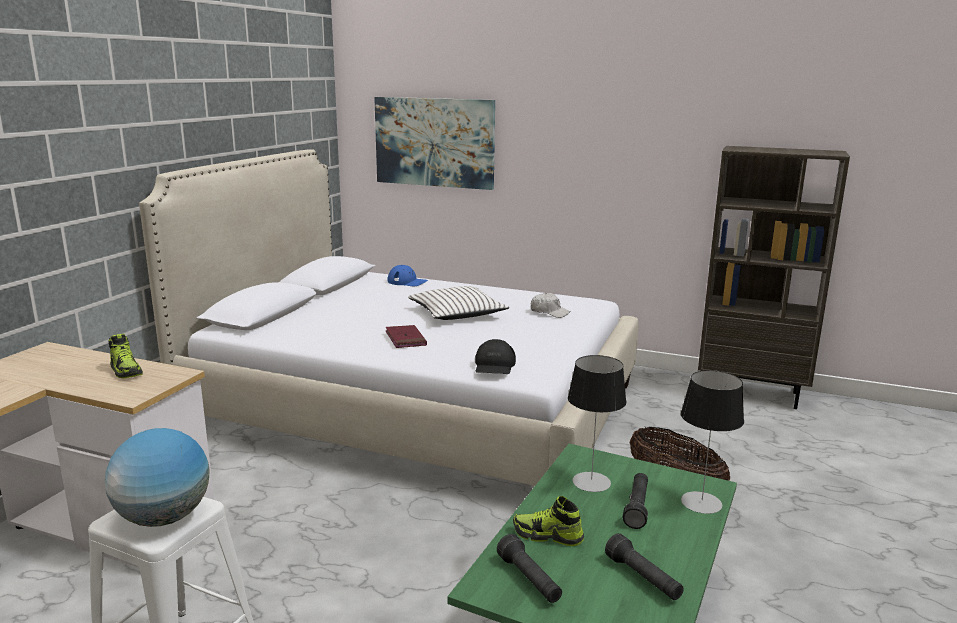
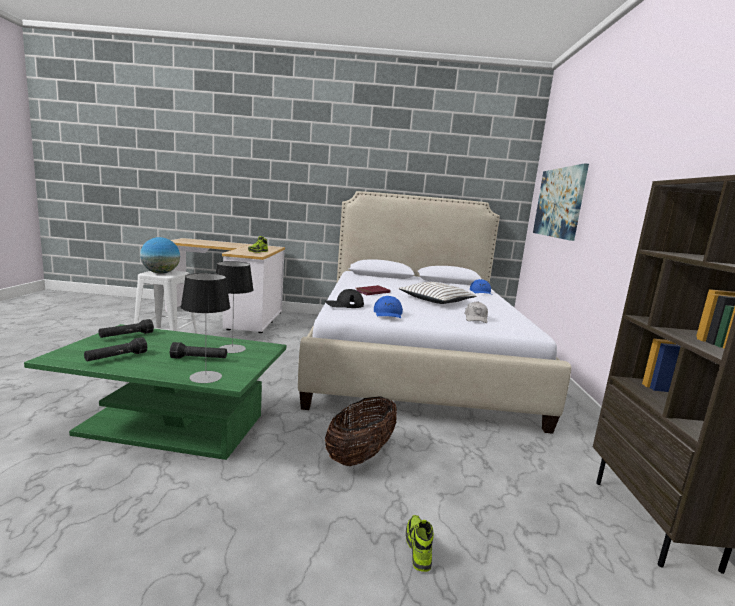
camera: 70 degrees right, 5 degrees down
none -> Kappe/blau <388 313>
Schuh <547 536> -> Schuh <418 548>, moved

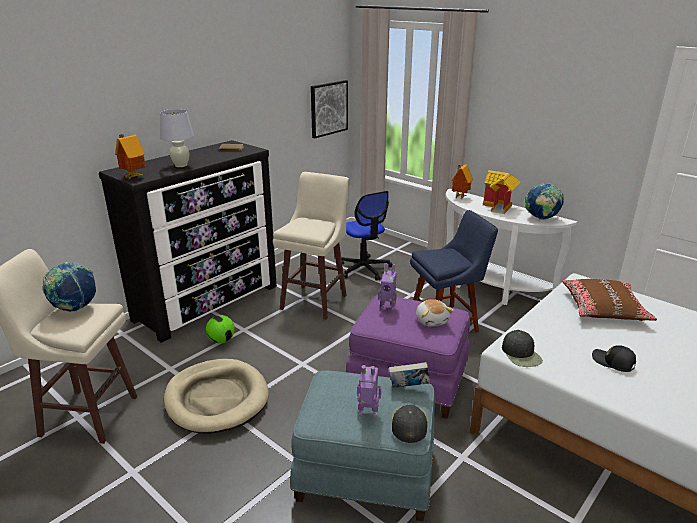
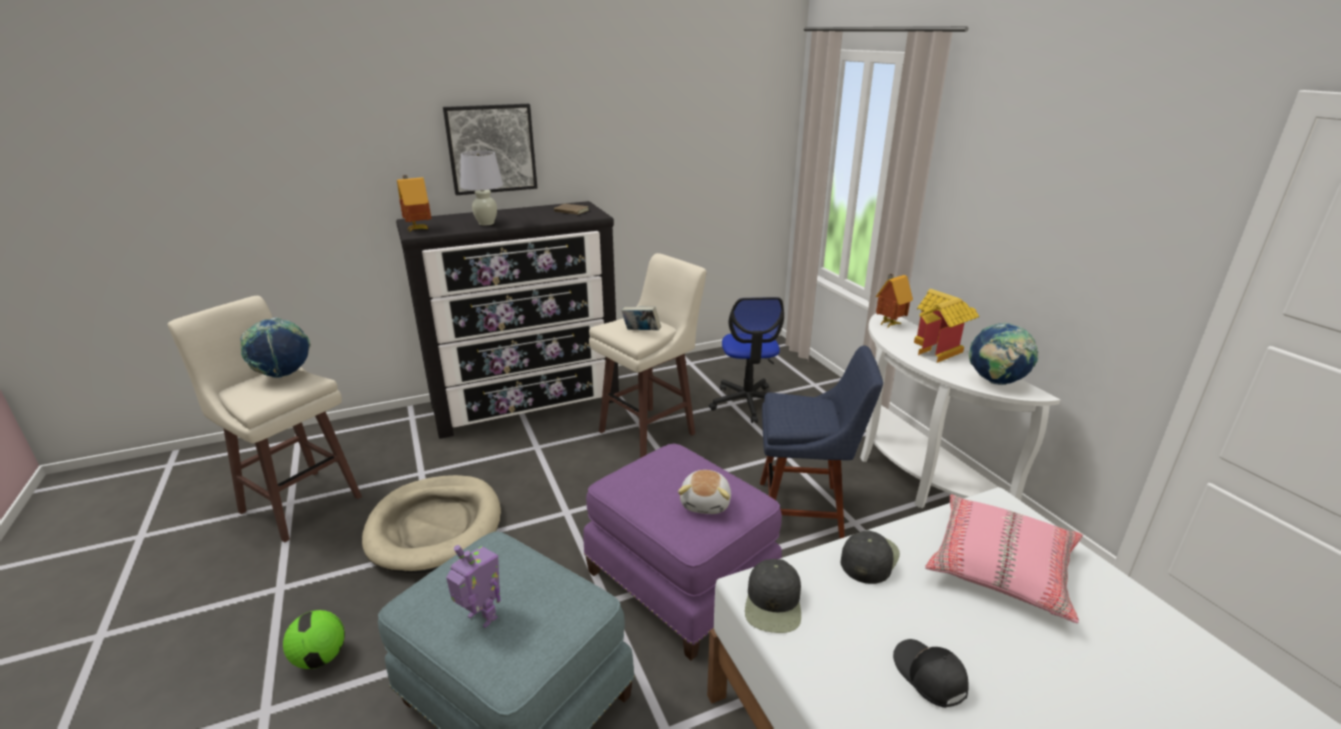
camera: 25 degrees right, 0 degrees up
Fußball <221 340> -> Fußball <320 657>, moved
Bild <328 108> -> Bild <491 149>, moved
Buch <408 387> -> Buch <641 332>, moved
Kappe/schwarz <409 423> -> Kappe/schwarz <868 558>, moved
Kissen/braun <604 308> -> Kissen/rosa <1001 567>
Spielzeugroboter <388 307> -> none

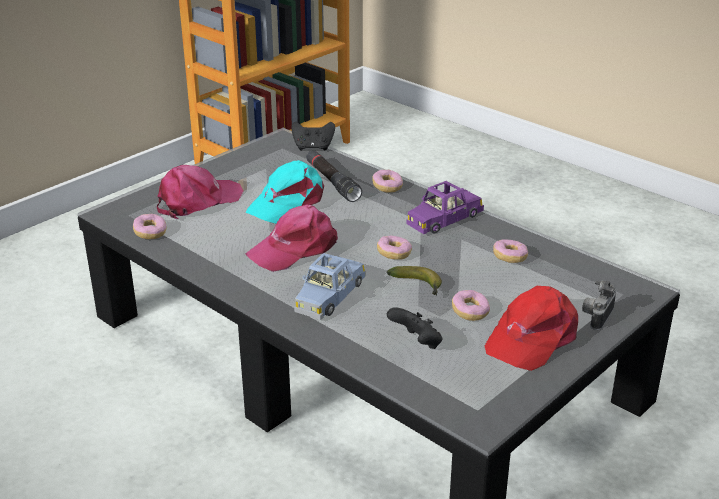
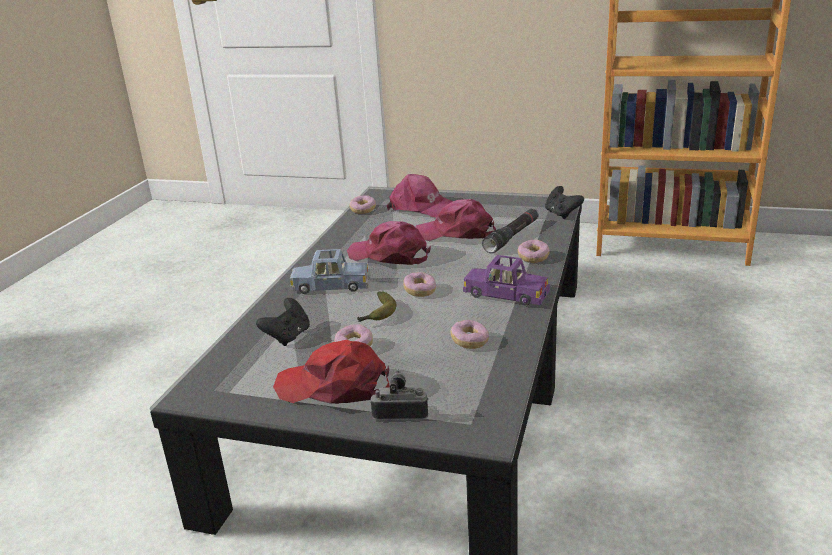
camera: 65 degrees right, 5 degrees down
Kappe/türkis <288 203> -> Kappe/rosa <456 233>

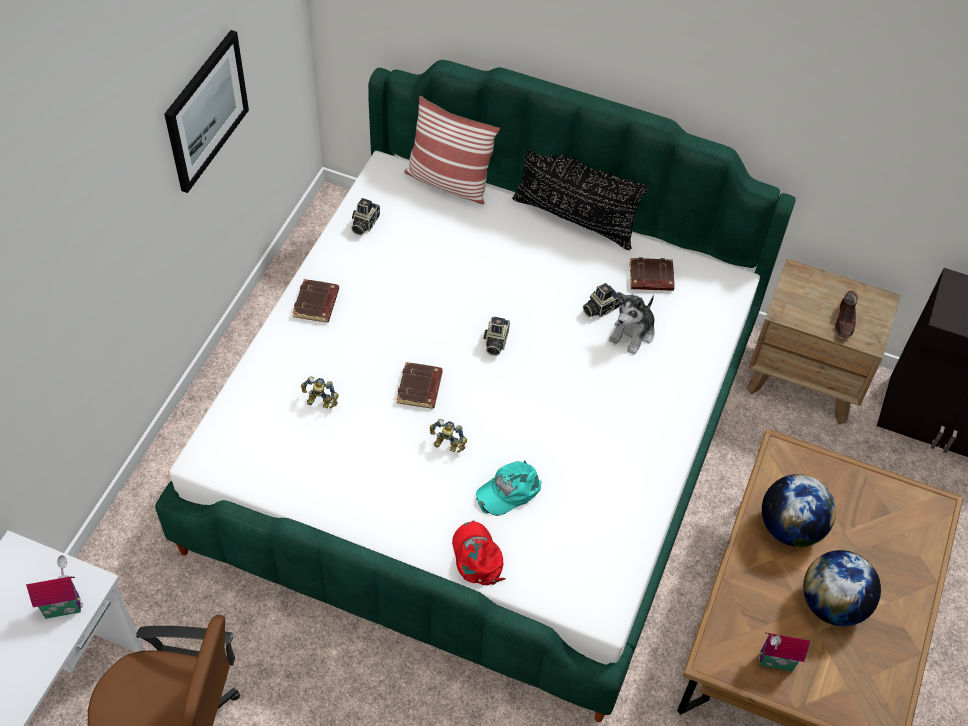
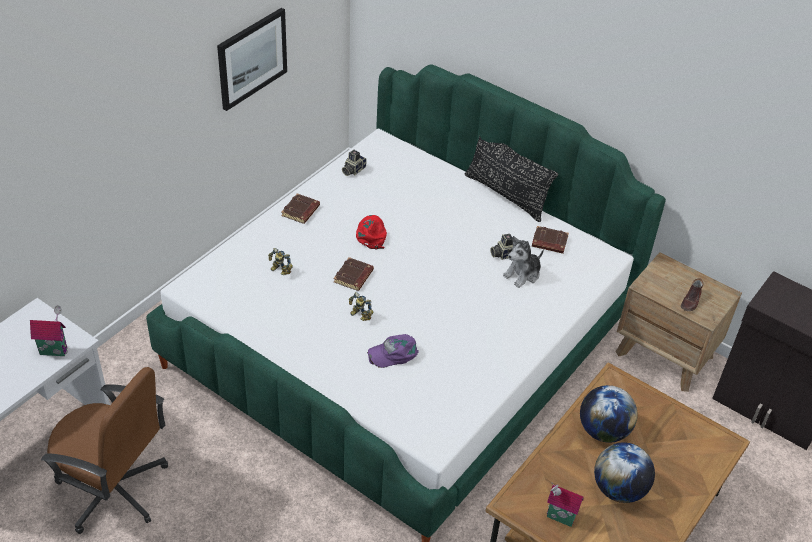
camera: 15 degrees right, 10 degrees down
Kappe/rot <477 556> -> Kappe/rot <371 234>, moved
Kappe/türkis <509 490> -> Kappe/lila <394 353>
Kissen <448 182> -> none
Kamera <495 342> -> none

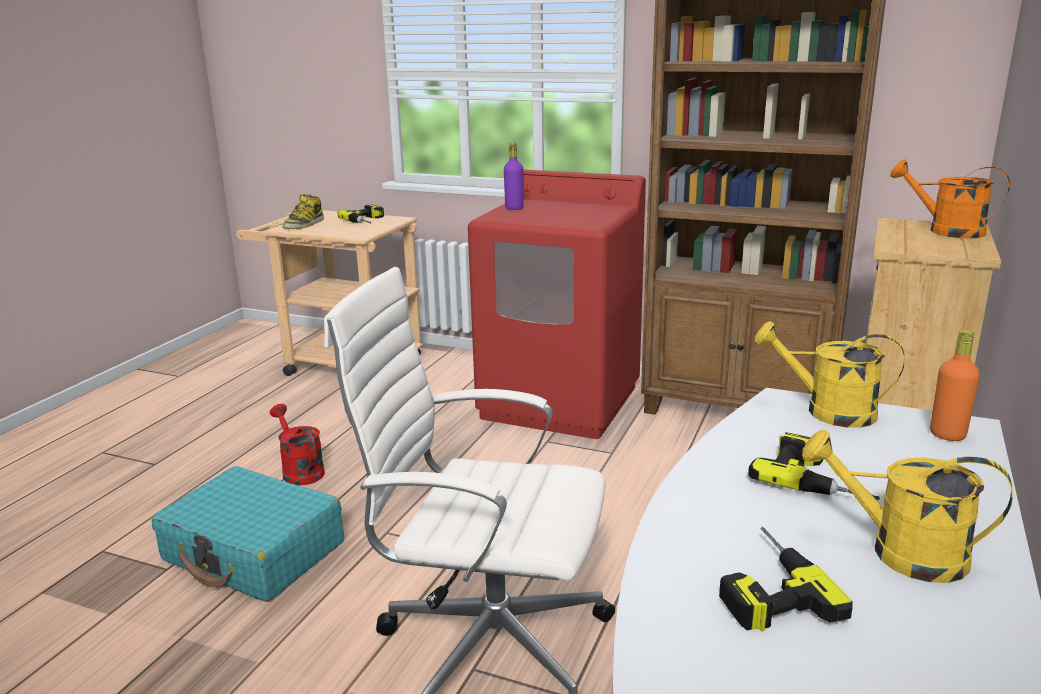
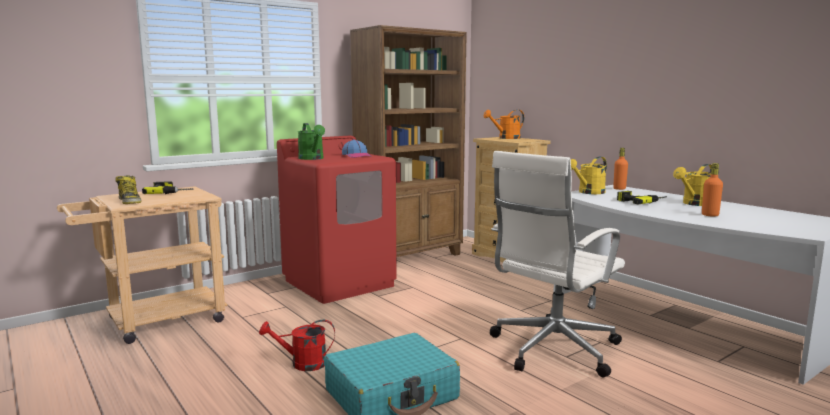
camera: 60 degrees left, 10 degrees down
Flasche/lila <514 208> -> Gießkanne/grün <312 158>
none -> Kappe <357 156>
Bohrmaschine <764 586> -> Flasche/orange <710 215>

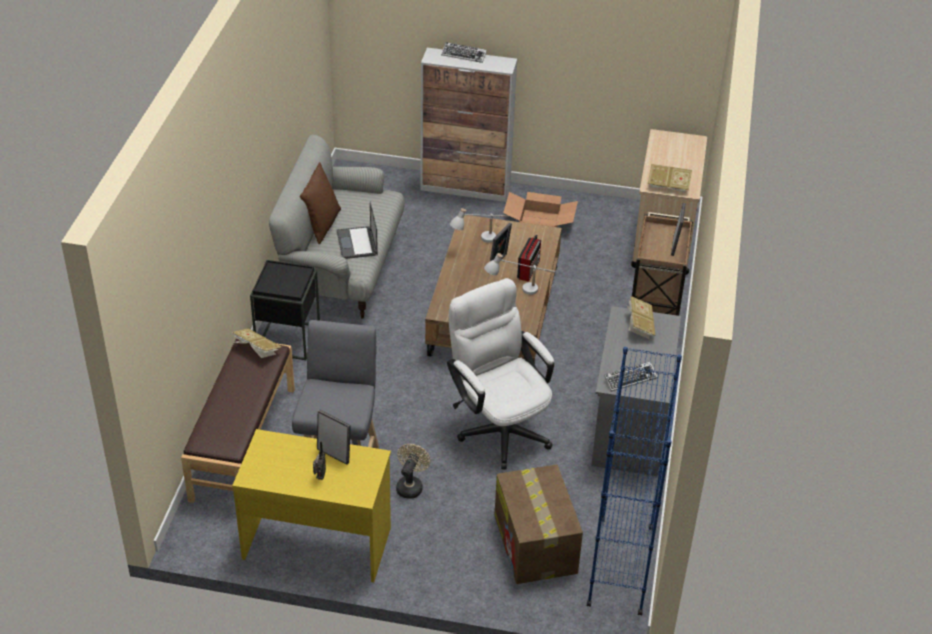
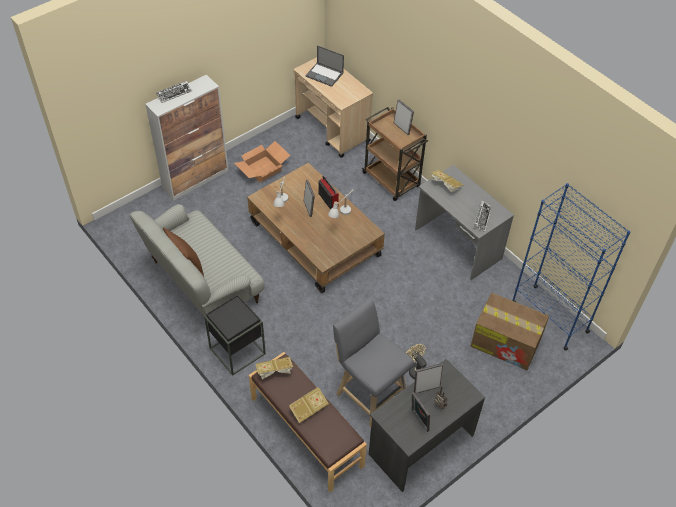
camera: 50 degrees left, 10 degrees up
Buch <668 186> -> Buch <308 409>, moved
Laptop <357 243> -> Laptop <325 74>, moved
Schreibtisch/gelb <317 542> -> Schreibtisch/grau <420 444>
none -> Bilderrahmen <418 421>
Bürostuhl/weiß <499 426> -> none

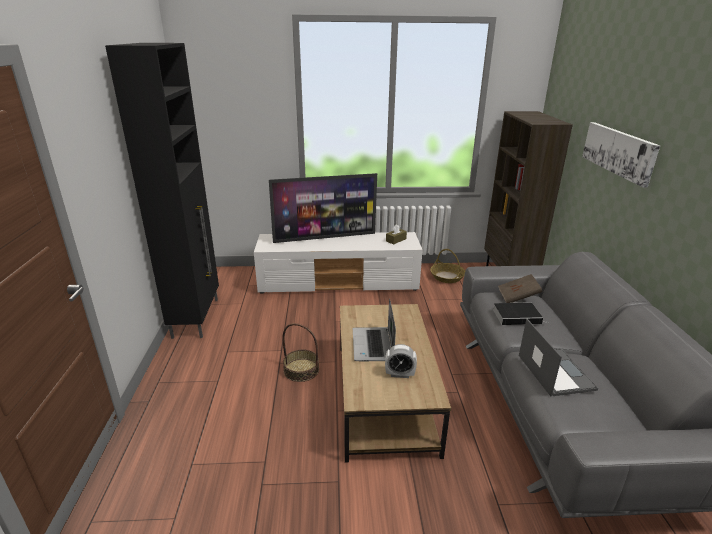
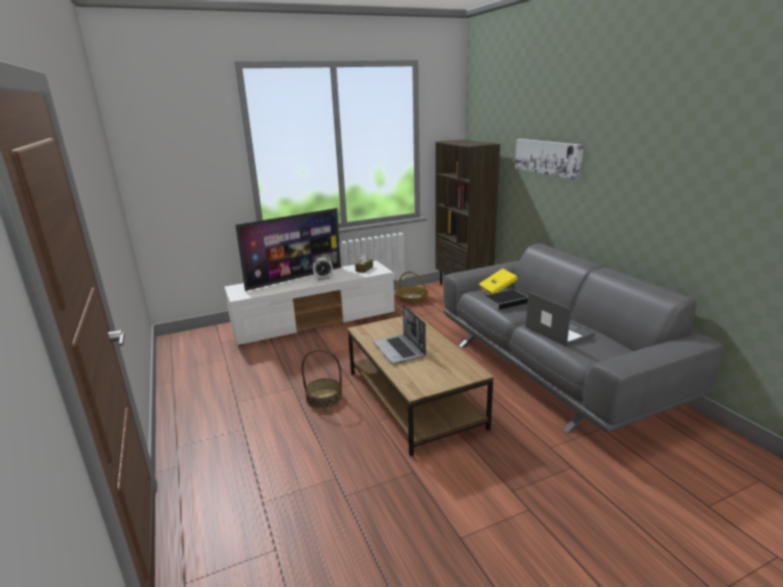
camera: 20 degrees left, 5 degrees down
Wecker <400 374> -> Wecker <323 278>, moved
Buch/braun <518 297> -> Buch/gelb <497 289>
Schrank/schwarz <197 317> -> none

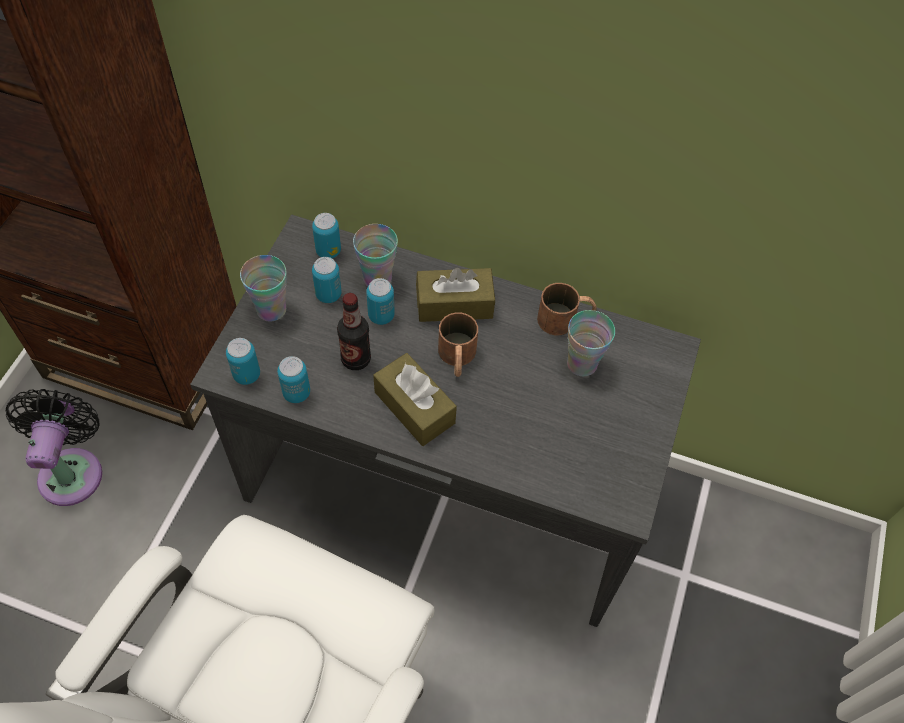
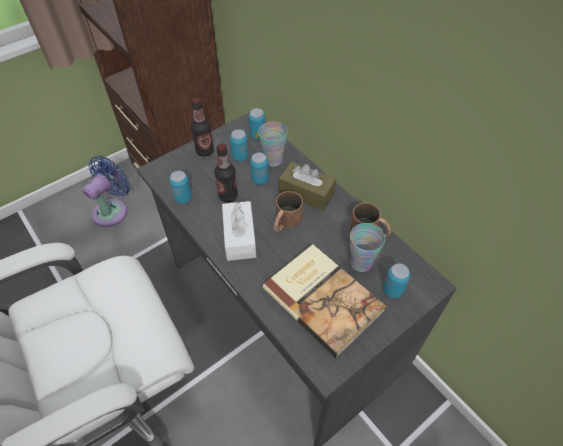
camera: 35 degrees right, 5 degrees down
Ventilator/schwarz <72 470> -> Ventilator/blau <113 210>
Tasse <271 309> -> Flasche <205 151>
Taschentuchbox/braun <414 407> -> Taschentuchbox/weiß <239 237>
none -> Buch <323 297>
Dose <247 375> -> Dose <392 290>, moved

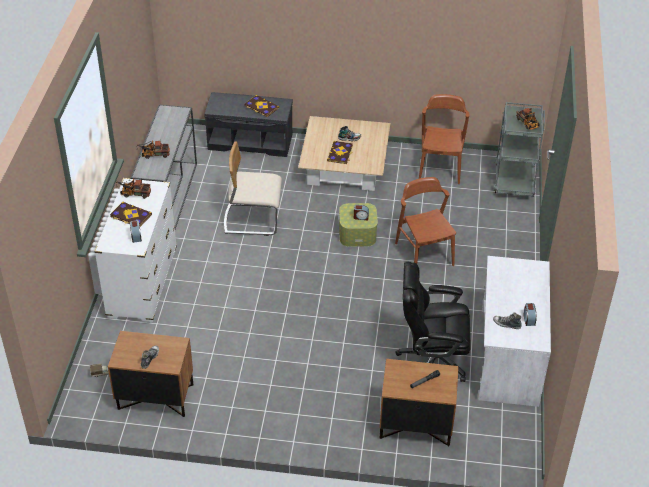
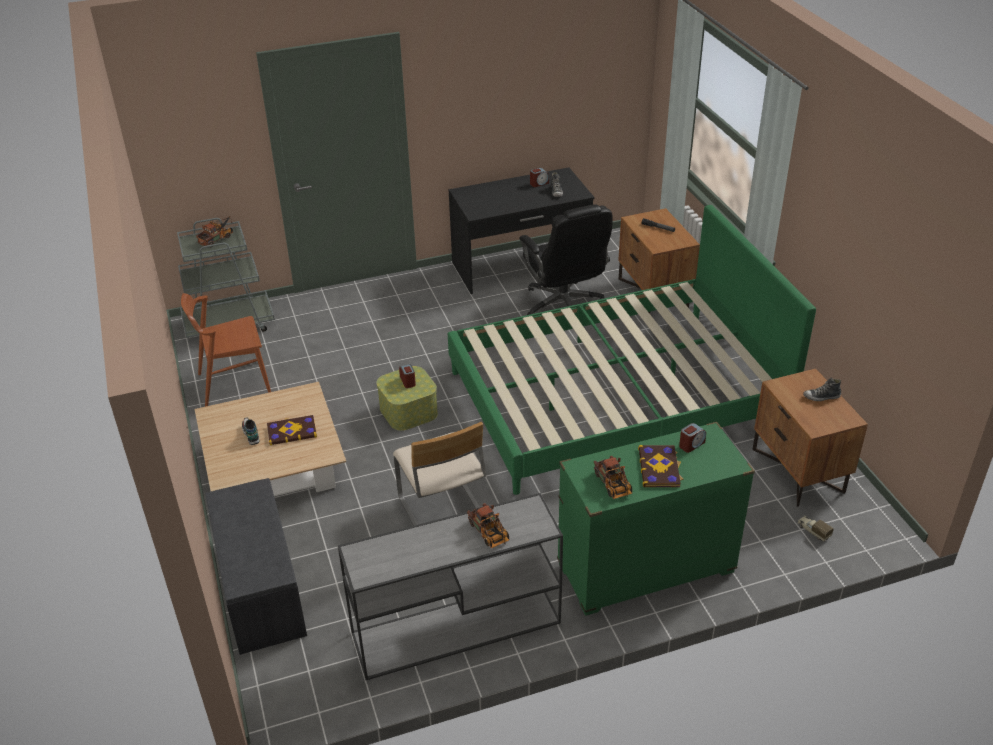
camera: 115 degrees left, 5 degrees down
none -> Bett/grün <616 398>
Schreibtisch/weiß <508 356> -> Schreibtisch/schwarz <521 266>
Kommode/weiß <142 283> -> Kommode/grün <645 569>
Buch <261 107> -> none
Stuhl/braun <424 254> -> none

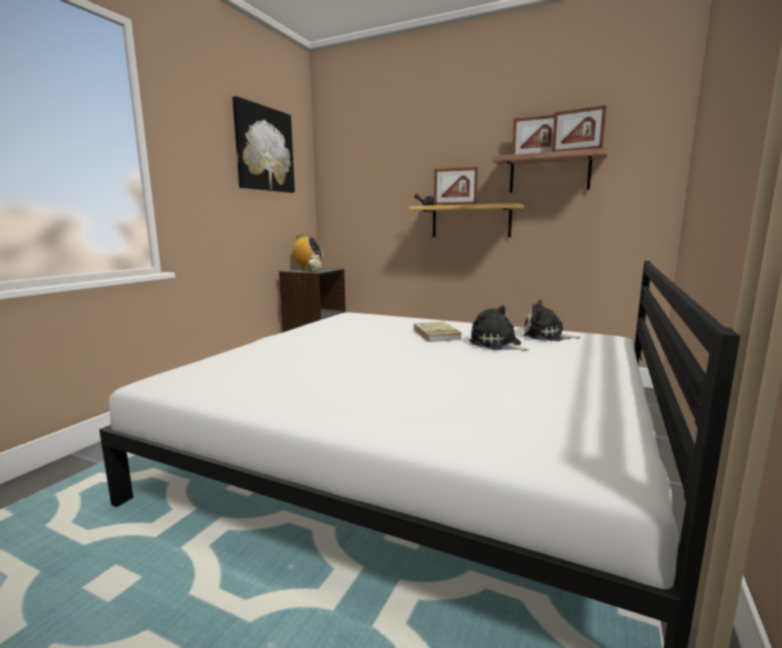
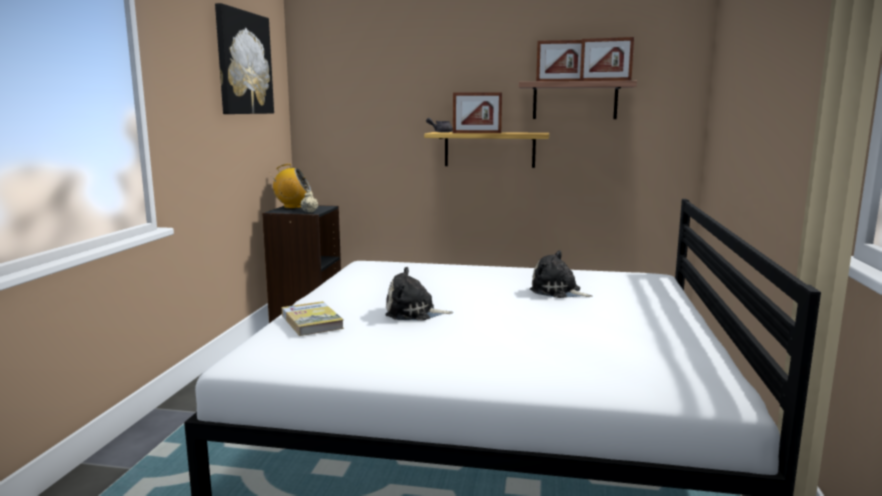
camera: 15 degrees left, 0 degrees up
Buch <436 334> -> Buch <311 322>, moved
Plüschtier <546 336> -> Plüschtier <414 313>, moved

